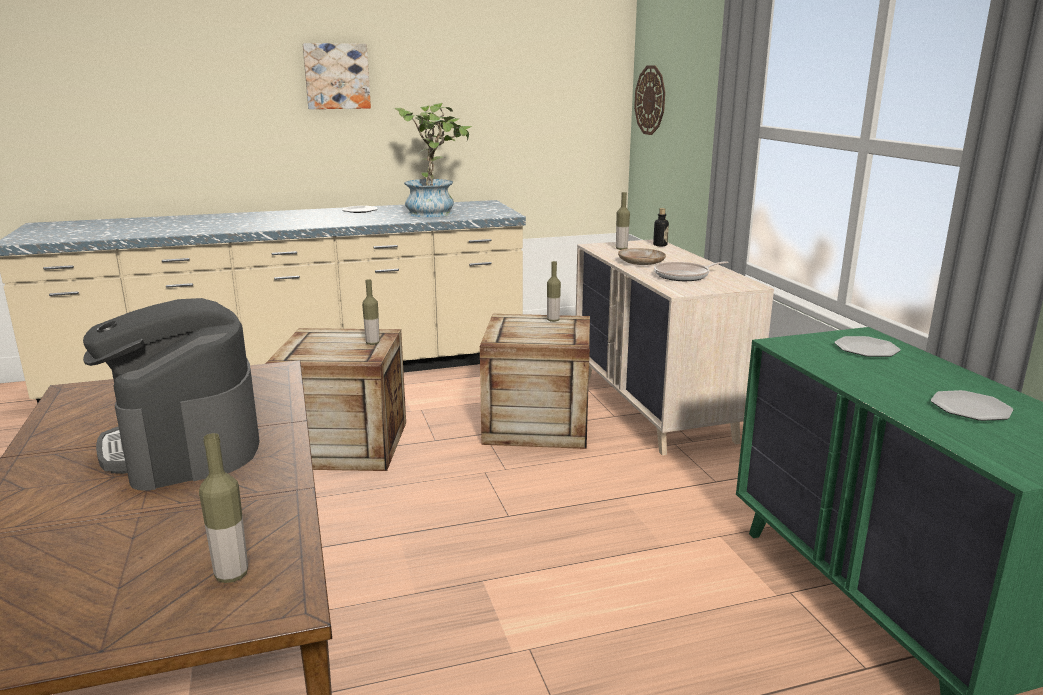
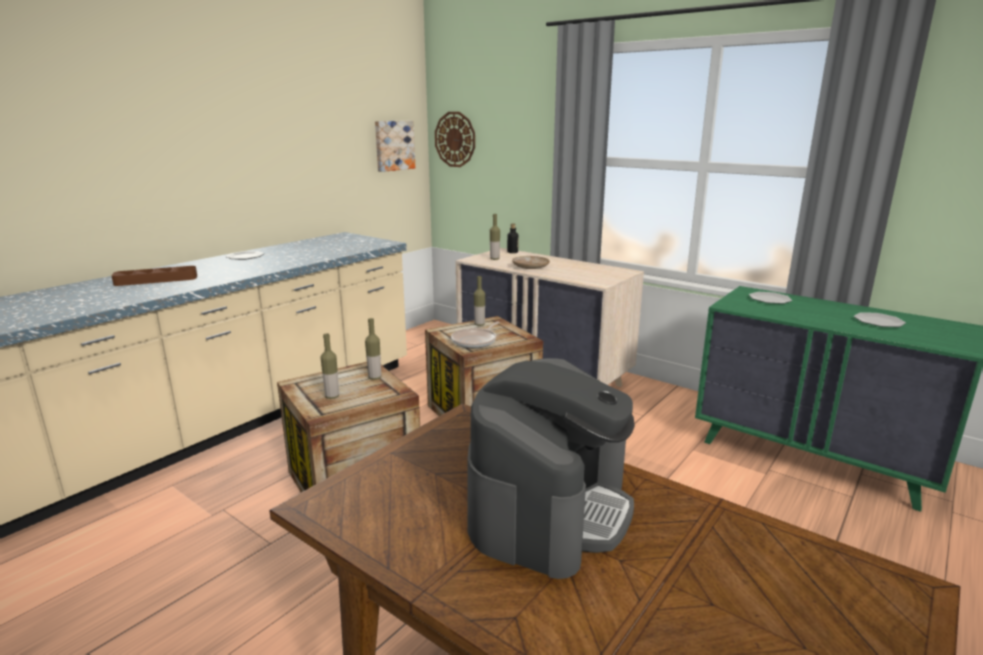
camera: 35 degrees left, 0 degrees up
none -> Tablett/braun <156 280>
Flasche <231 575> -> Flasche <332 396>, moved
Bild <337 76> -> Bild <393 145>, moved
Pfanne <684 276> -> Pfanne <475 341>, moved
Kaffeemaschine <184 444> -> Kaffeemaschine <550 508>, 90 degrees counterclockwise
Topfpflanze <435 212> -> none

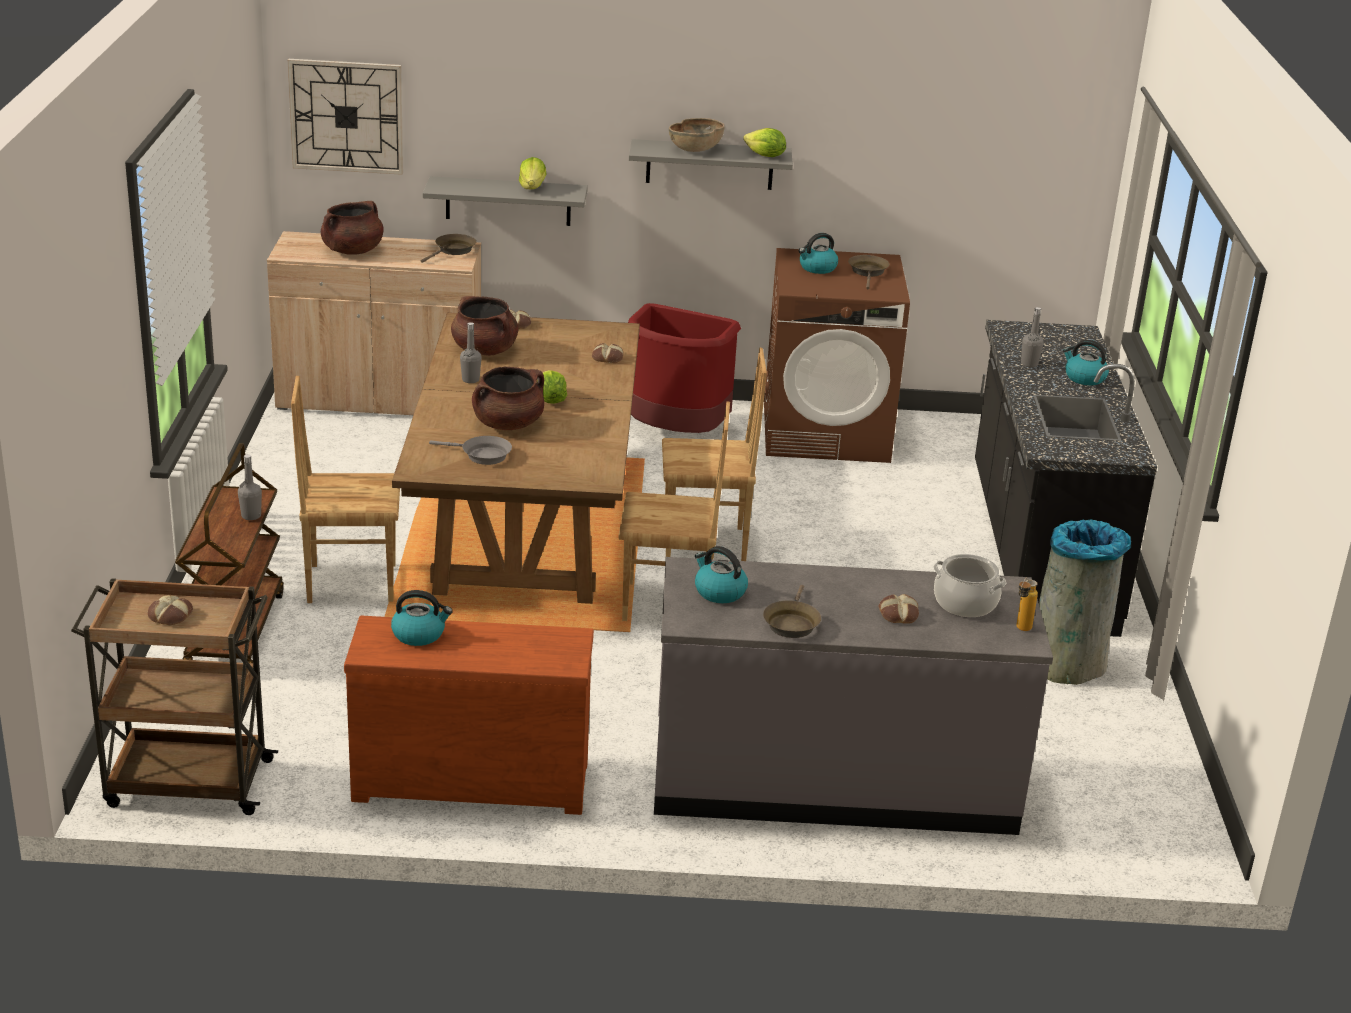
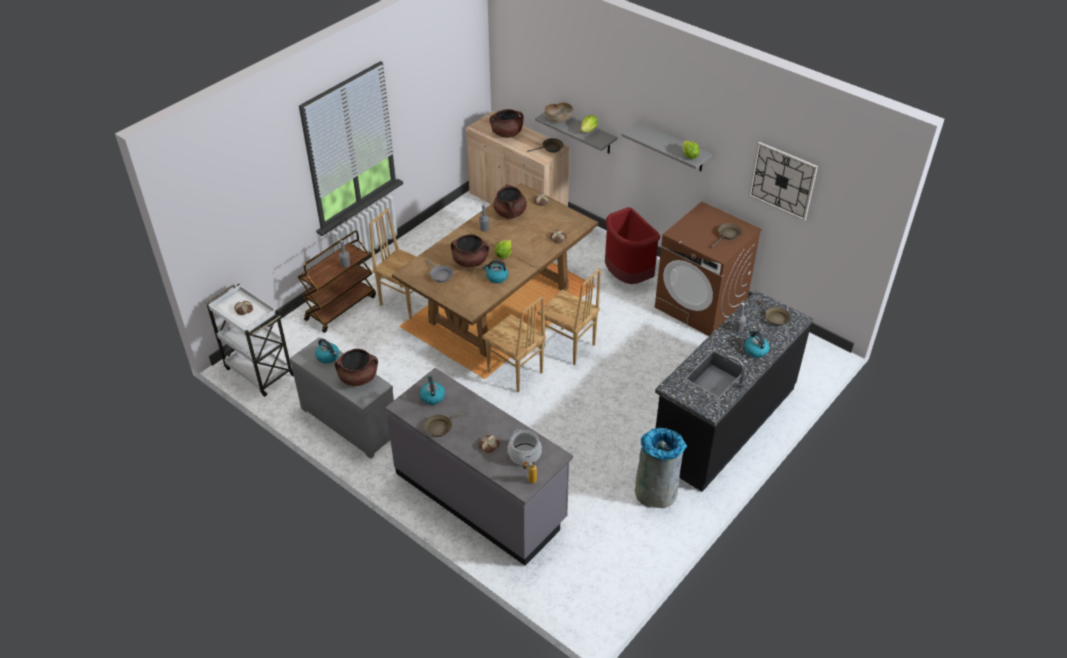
camera: 40 degrees right, 15 degrees up
Rollwagen/braun <186 783> -> Rollwagen/weiß <258 371>
Kommode/braun <472 778> -> Kommode/grau <351 420>
none -> Kochtopf/braun <358 377>
Wasserkessel <817 268> -> Wasserkessel <496 277>, moved
Schüssel/braun <695 149> -> Schüssel/braun <558 119>, moved
Wanduhr <346 116> -> Wanduhr <782 181>, moved
none -> Pfanne/braun <774 318>

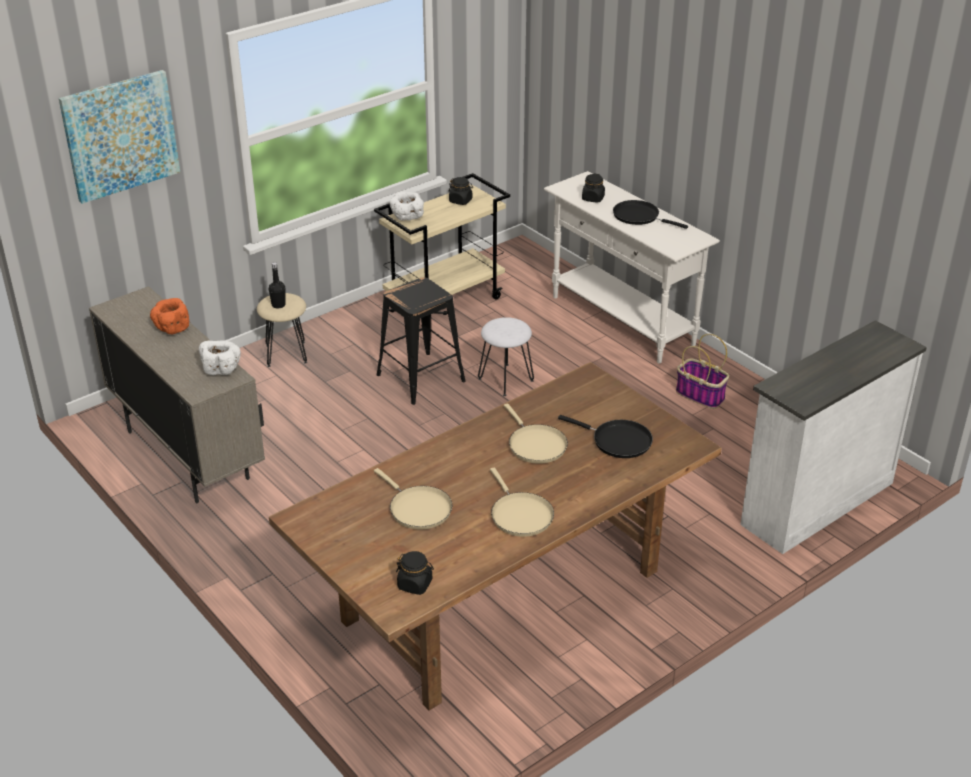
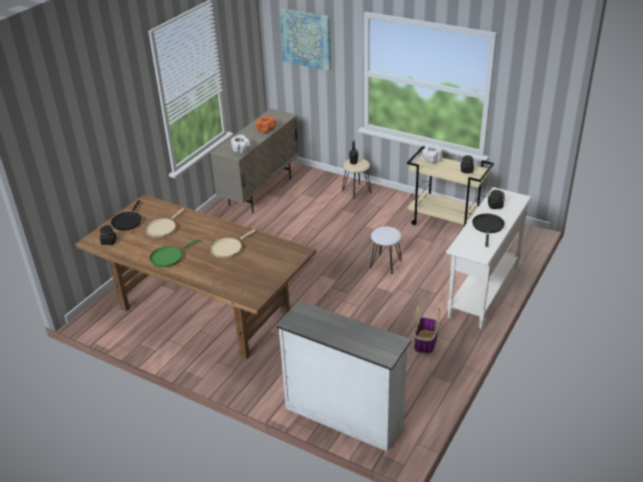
camera: 70 degrees right, 0 degrees up
Pfanne/schwarz <618 441> -> Pfanne/schwarz <127 221>, moved
Pfanne/beige <520 515> -> Pfanne/grün <168 257>
Hocker/schwarz <421 378> -> none

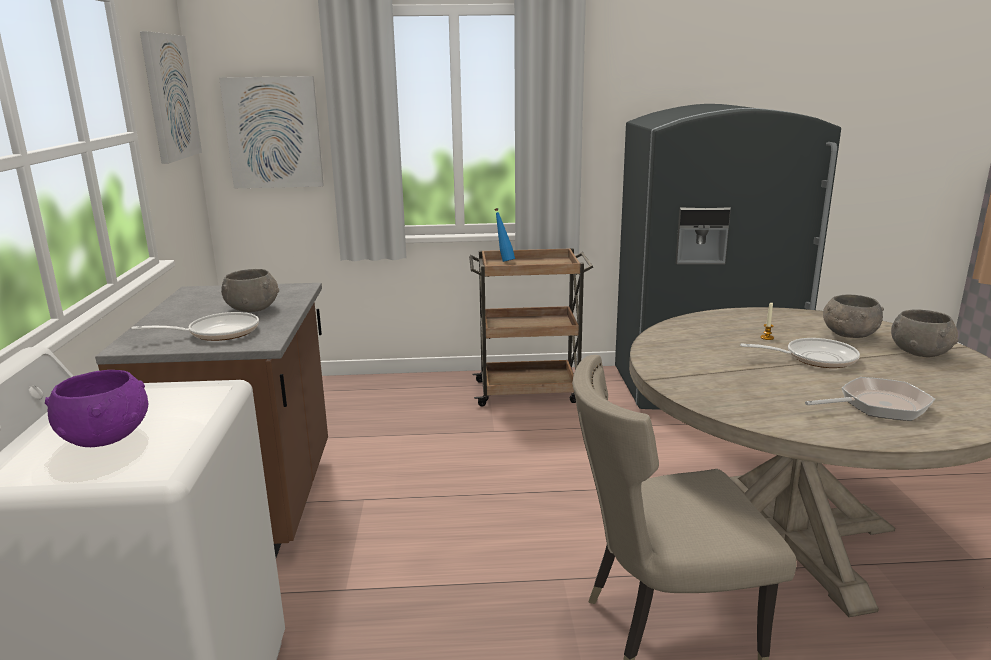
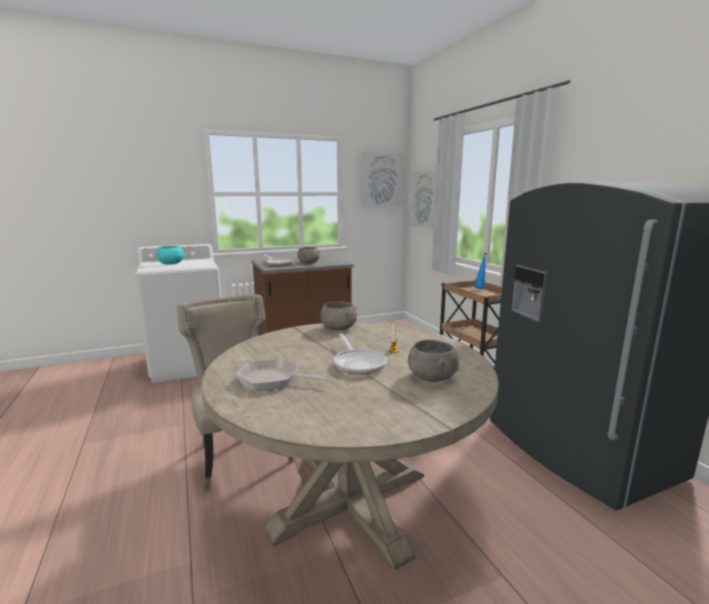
camera: 70 degrees right, 5 degrees down
Schüssel/lila <106 436> -> Schüssel/türkis <171 263>
Pfanne <878 405> -> Pfanne <273 380>, 135 degrees clockwise
Schüssel/grau <920 352> -> Schüssel/grau <339 328>, moved

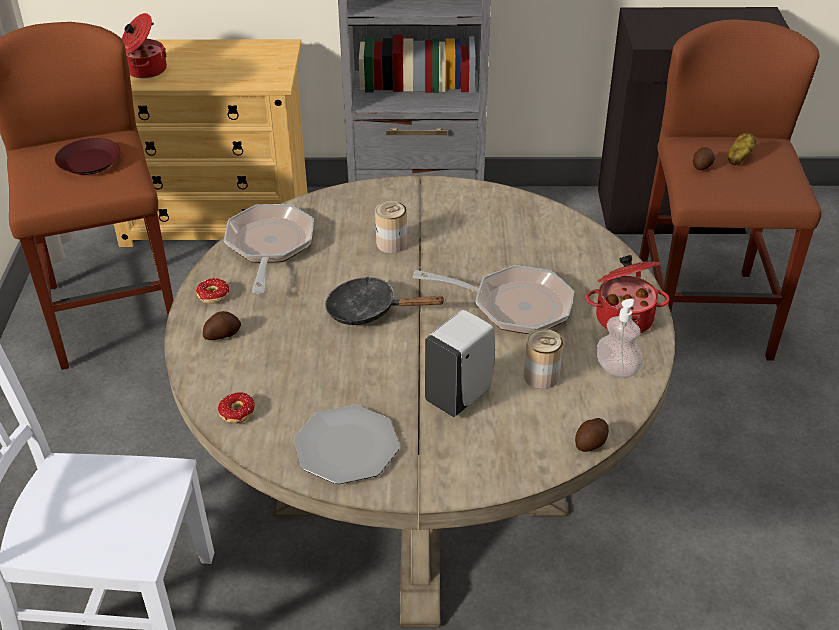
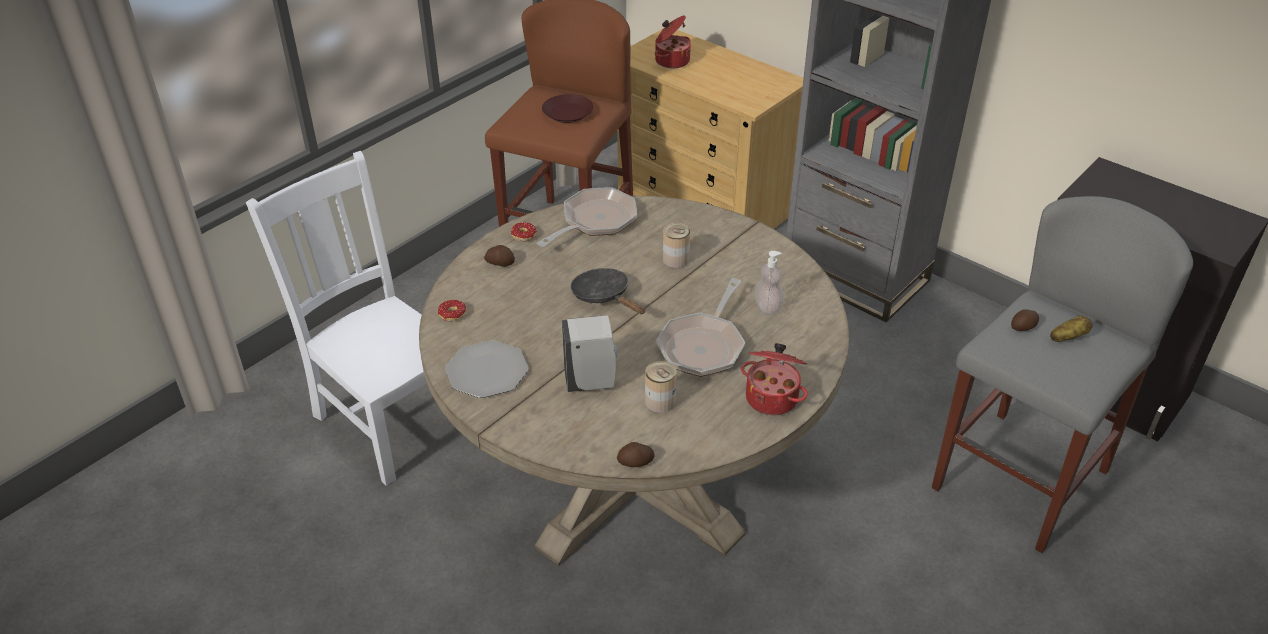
camera: 40 degrees right, 0 degrees up
Pfanne <513 306> -> Pfanne <703 345>, 60 degrees clockwise
Seifenspender <617 369> -> Seifenspender <767 307>, moved
Hocker/braun <702 314> -> Hocker/grau <1019 479>

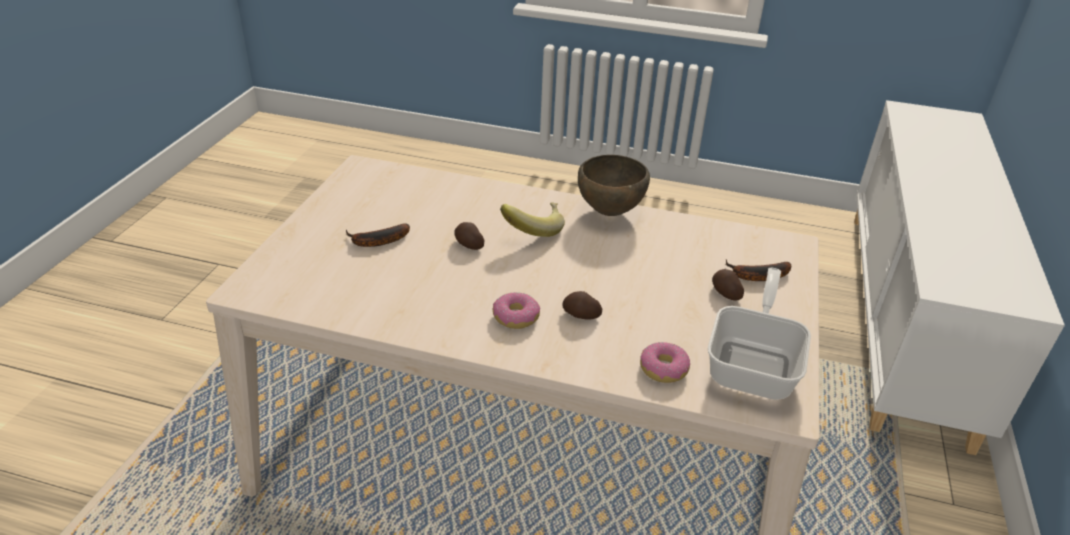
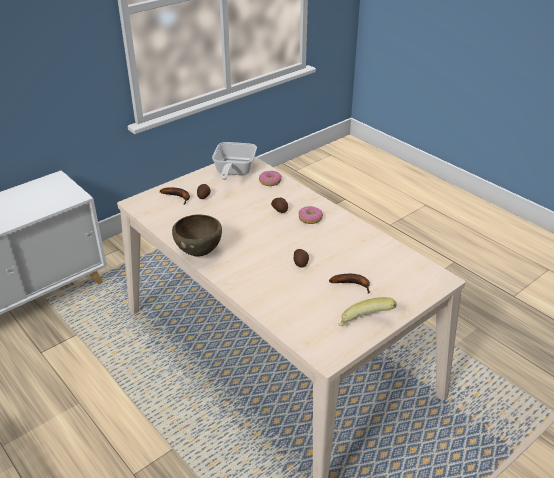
camera: 145 degrees left, 0 degrees up
Pfanne <754 364> -> Pfanne <233 172>, 45 degrees counterclockwise
Banane <533 229> -> Banane <364 324>, moved

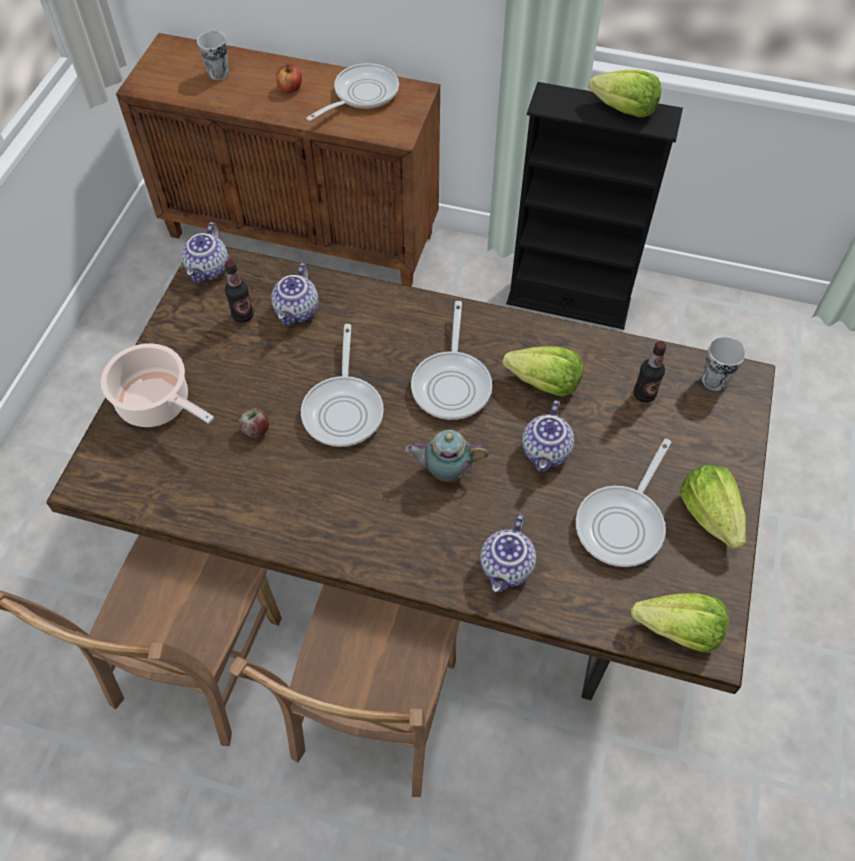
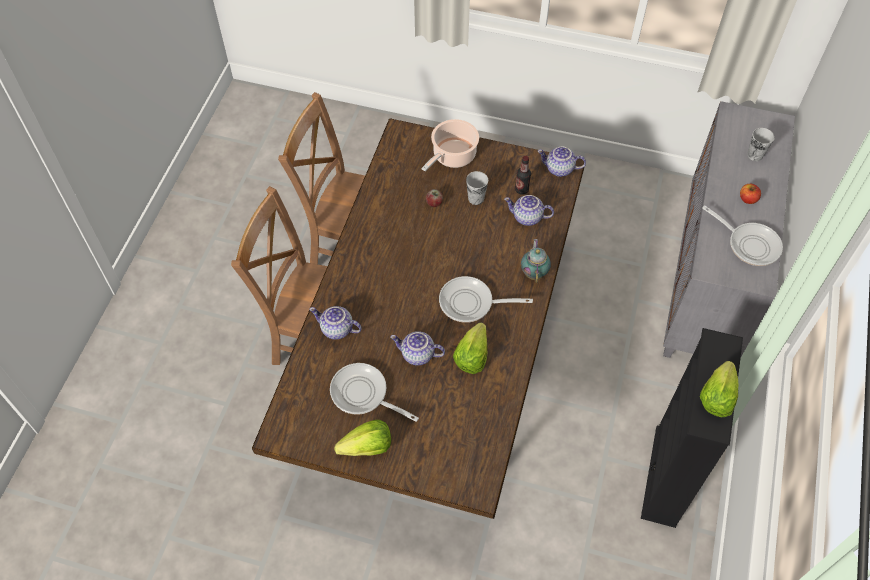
camera: 90 degrees right, 0 degrees up
Tasse <714 380> -> Tasse <476 198>, moved
Teekanne <445 471> -> Teekanne <534 272>, moved
Schrank/braun <303 234> -> Schrank/grau <708 280>
Pfanne <344 409> -> none
Salatkopf <678 630> -> none
Flasche <644 394> -> none

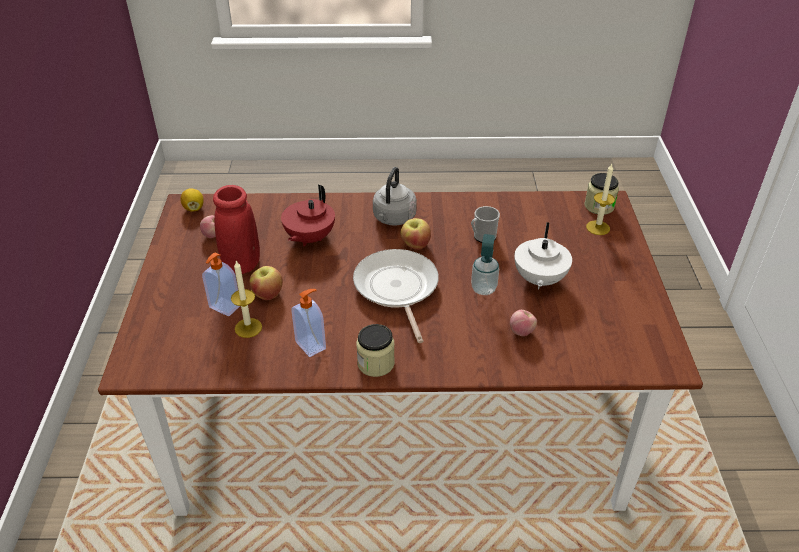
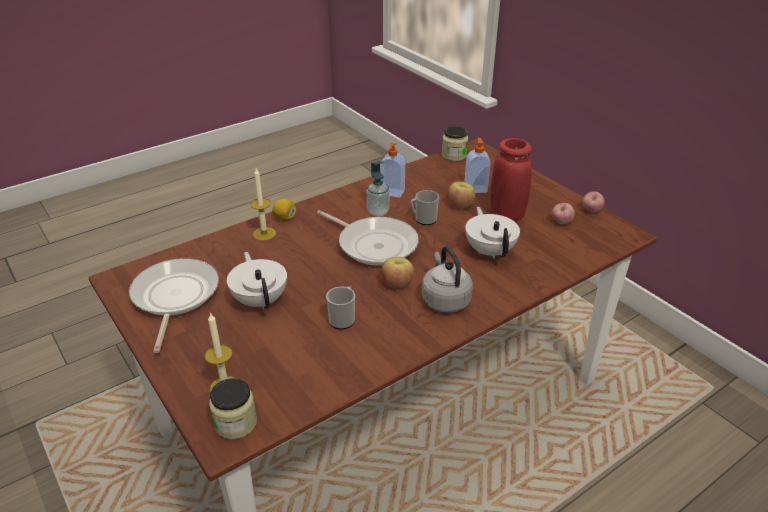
camera: 145 degrees right, 5 degrees down
none -> Pfanne <174 297>
Kerze <248 328> -> Kerze <264 234>, moved
Zitrone <194 208> -> Zitrone <285 218>, moved
Seifenspender <483 289> -> Seifenspender <378 212>, moved
none -> Henkelbecher <423 219>
Vorratsglas <376 363> -> Vorratsglas <454 155>, moved
Teekanne/rot <309 238> -> Teekanne/weiß <490 251>
Apfel <521 331> -> Apfel <591 211>, moved

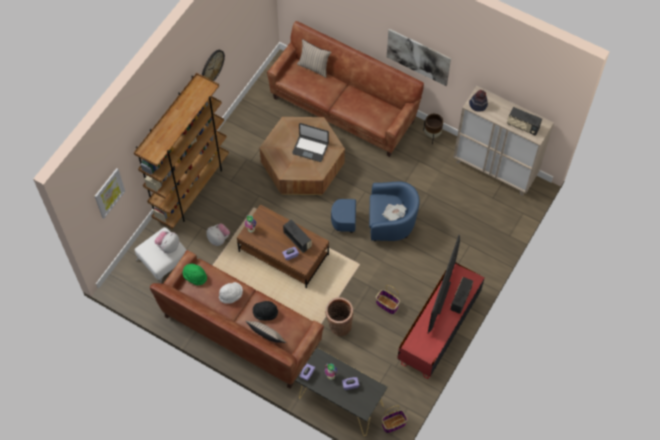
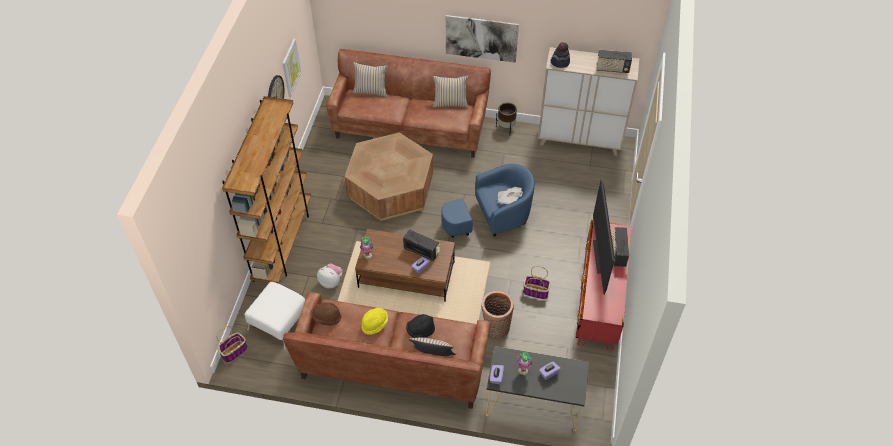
camera: 20 degrees left, 10 degrees down
Korb <394 423> -> Korb <234 351>, moved
Bild <109 193> -> Bild <291 68>, moved
Hut/grün <195 276> -> Hut/braun <326 317>
Hut/weiß <231 295> -> Hut/gelb <374 324>
none -> Kissen/beige <450 103>
Plüschtier <168 246> -> none
Laptop <310 148> -> none

